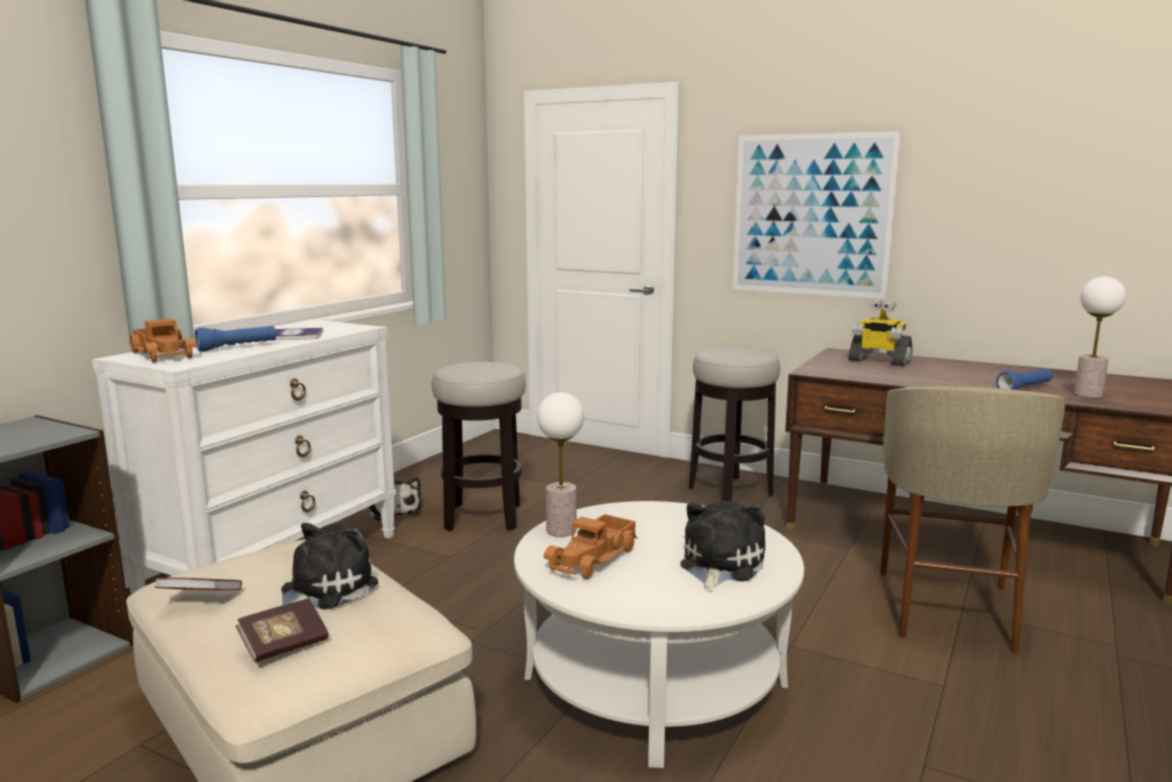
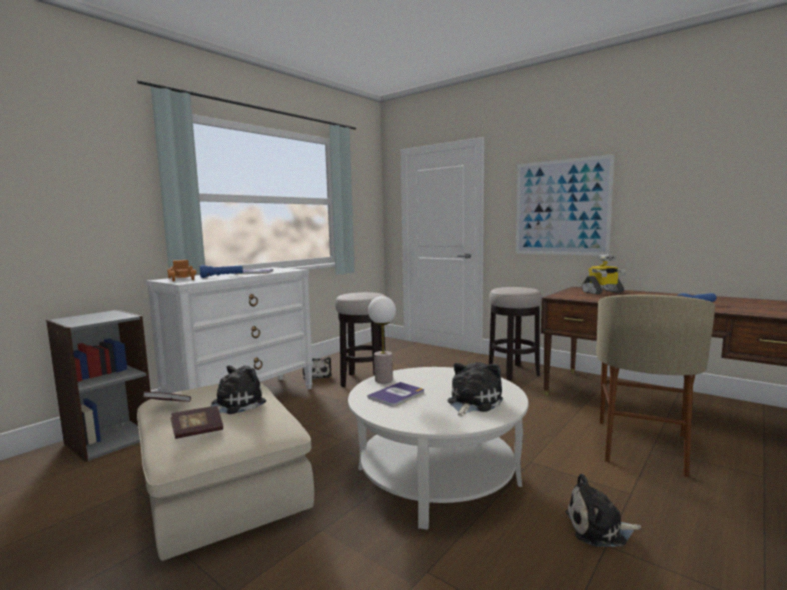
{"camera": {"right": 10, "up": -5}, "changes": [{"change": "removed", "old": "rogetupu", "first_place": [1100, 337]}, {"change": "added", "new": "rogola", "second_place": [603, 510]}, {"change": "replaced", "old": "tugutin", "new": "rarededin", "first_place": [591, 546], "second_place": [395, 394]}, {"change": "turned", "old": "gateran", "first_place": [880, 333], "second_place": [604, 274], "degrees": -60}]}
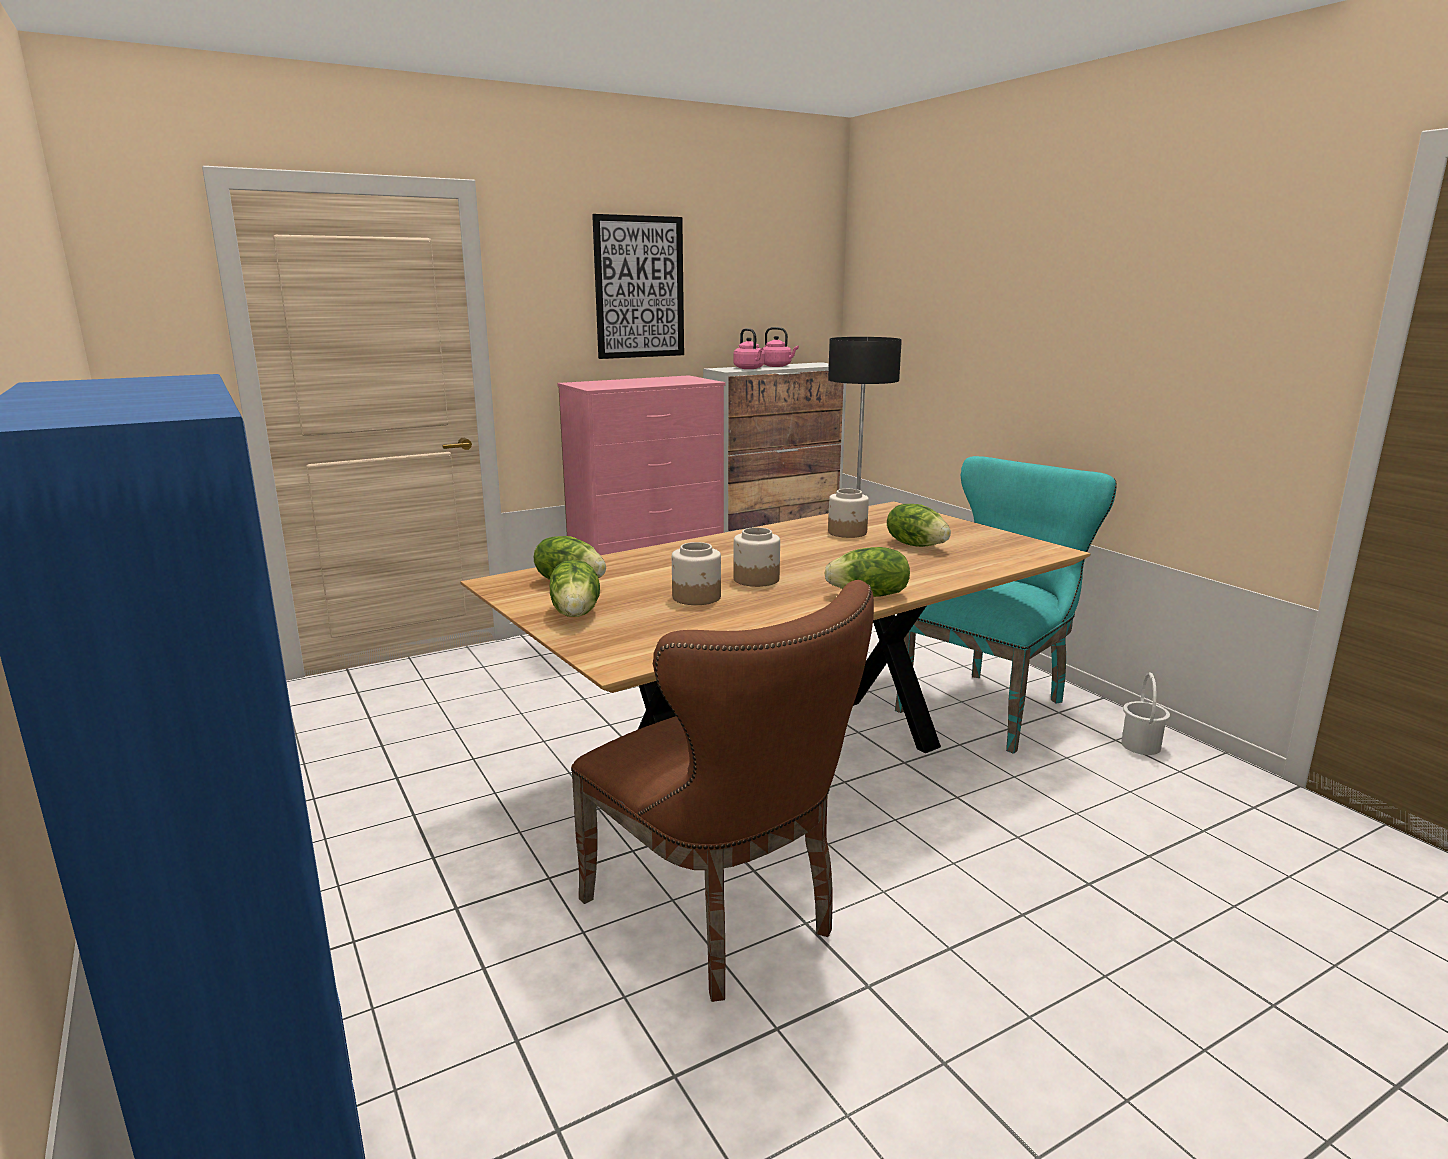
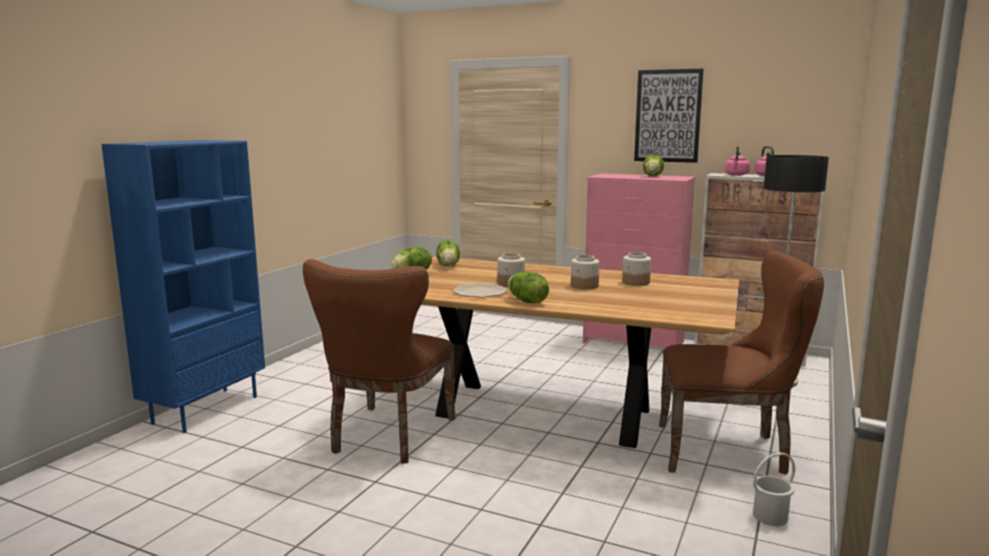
{"camera": {"right": 55, "up": -5}, "changes": [{"change": "added", "new": "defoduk", "second_place": [480, 290]}, {"change": "moved", "old": "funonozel", "first_place": [696, 573], "second_place": [585, 272]}, {"change": "moved", "old": "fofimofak", "first_place": [919, 525], "second_place": [653, 165]}, {"change": "recoloured", "old": "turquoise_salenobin", "new": "brown_salenobin", "first_place": [1006, 605], "second_place": [741, 363]}]}
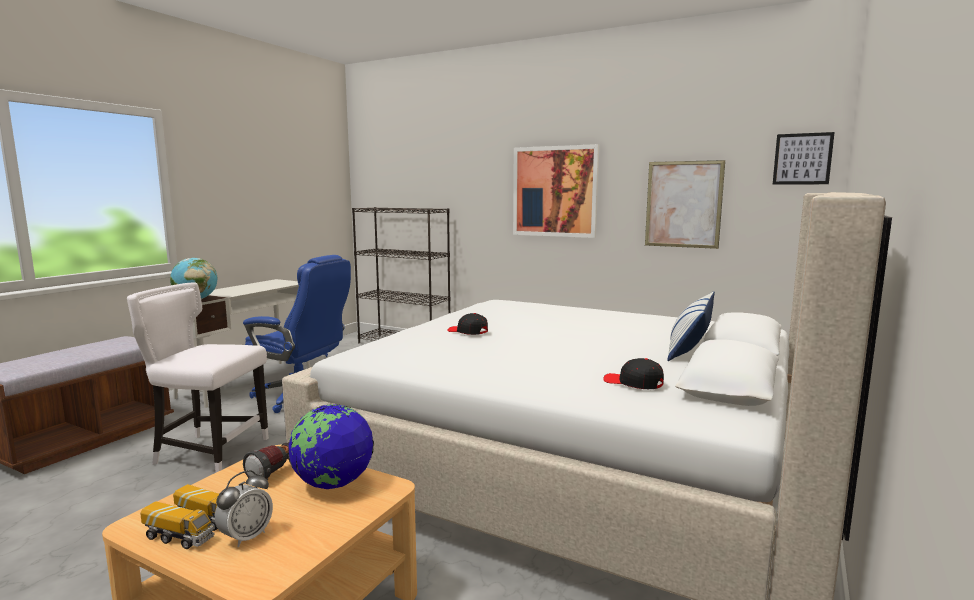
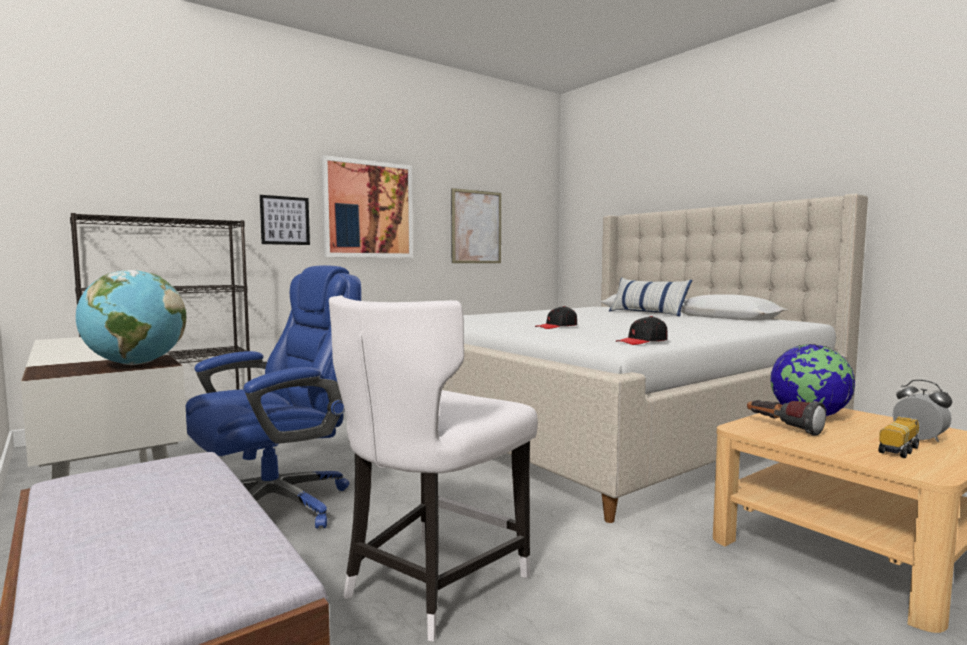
{"camera": {"right": -65, "up": -5}, "changes": [{"change": "removed", "old": "tugutin", "first_place": [177, 525]}, {"change": "moved", "old": "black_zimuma", "first_place": [633, 373], "second_place": [642, 330]}, {"change": "moved", "old": "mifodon", "first_place": [803, 158], "second_place": [285, 220]}]}
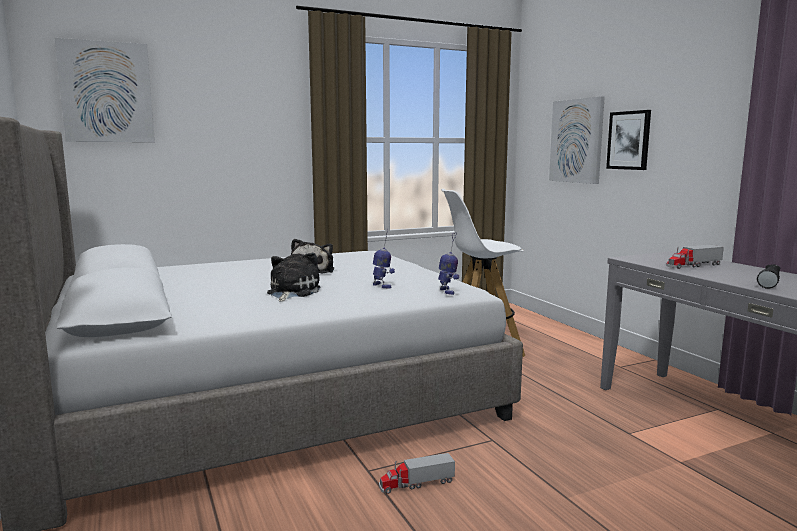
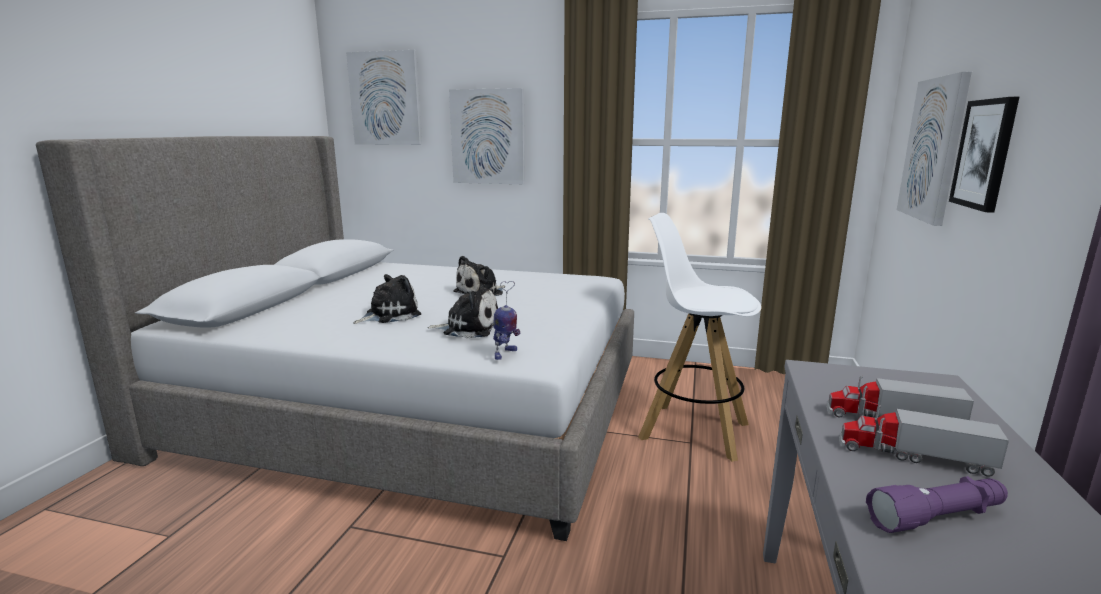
{"camera": {"right": 40, "up": 5}, "changes": [{"change": "added", "new": "mifodon", "second_place": [487, 136]}, {"change": "moved", "old": "tugutin", "first_place": [417, 473], "second_place": [924, 441]}, {"change": "replaced", "old": "gateran", "new": "rogola", "first_place": [384, 258], "second_place": [462, 311]}, {"change": "recoloured", "old": "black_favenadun", "new": "purple_favenadun", "first_place": [768, 276], "second_place": [937, 504]}]}
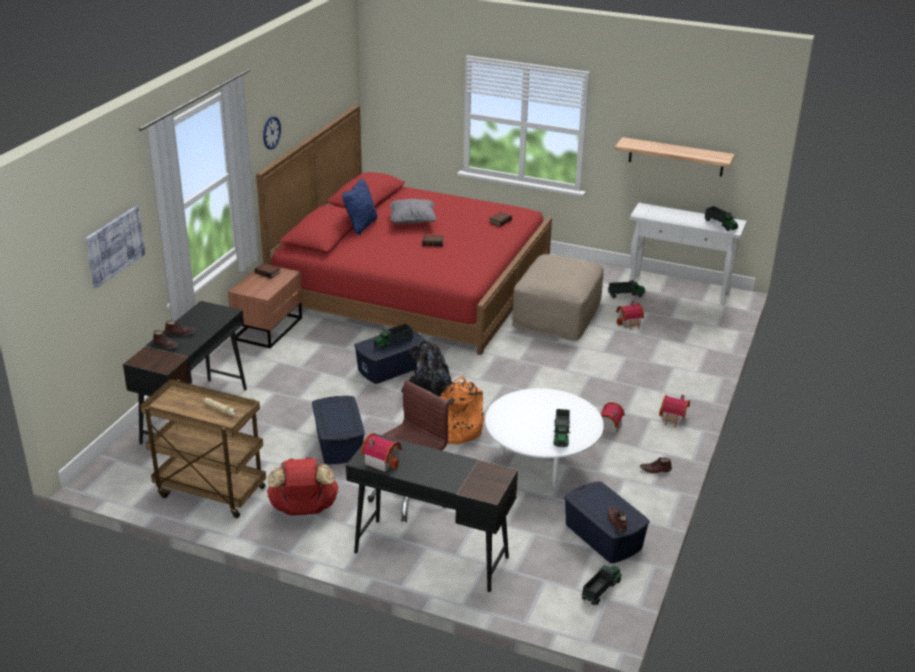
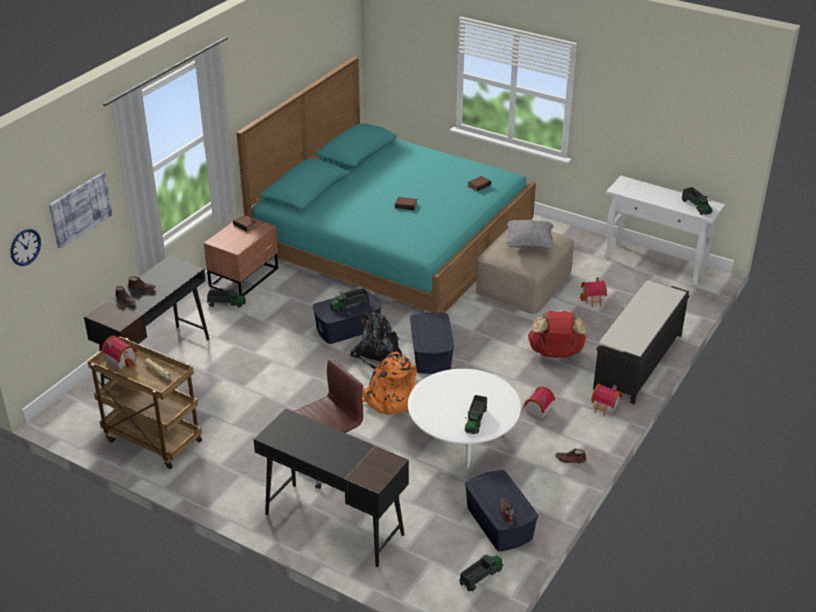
{"camera": {"right": 10, "up": 5}, "changes": [{"change": "removed", "old": "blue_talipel", "first_place": [359, 206]}, {"change": "removed", "old": "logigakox", "first_place": [675, 156]}, {"change": "added", "new": "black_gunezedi", "second_place": [641, 342]}, {"change": "moved", "old": "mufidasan", "first_place": [272, 132], "second_place": [25, 247]}, {"change": "moved", "old": "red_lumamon", "first_place": [303, 486], "second_place": [557, 334]}, {"change": "moved", "old": "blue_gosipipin", "first_place": [338, 430], "second_place": [432, 343]}, {"change": "moved", "old": "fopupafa", "first_place": [381, 452], "second_place": [119, 353]}, {"change": "moved", "old": "grey_talipel", "first_place": [413, 211], "second_place": [530, 234]}, {"change": "moved", "old": "tugutin", "first_place": [626, 289], "second_place": [226, 298]}, {"change": "recoloured", "old": "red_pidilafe", "new": "turquoise_pidilafe", "first_place": [404, 230], "second_place": [386, 185]}]}
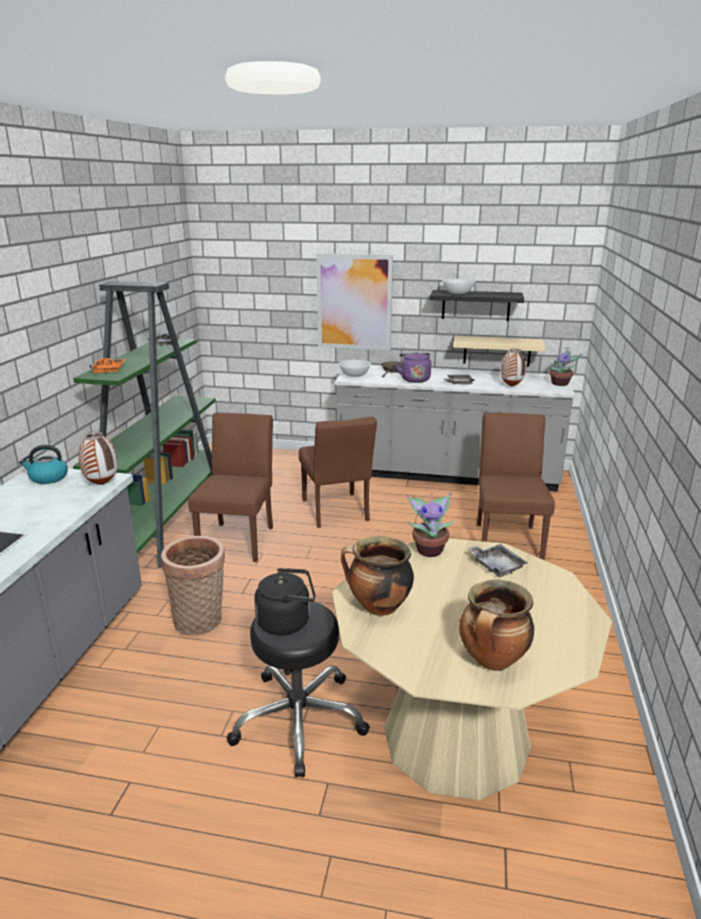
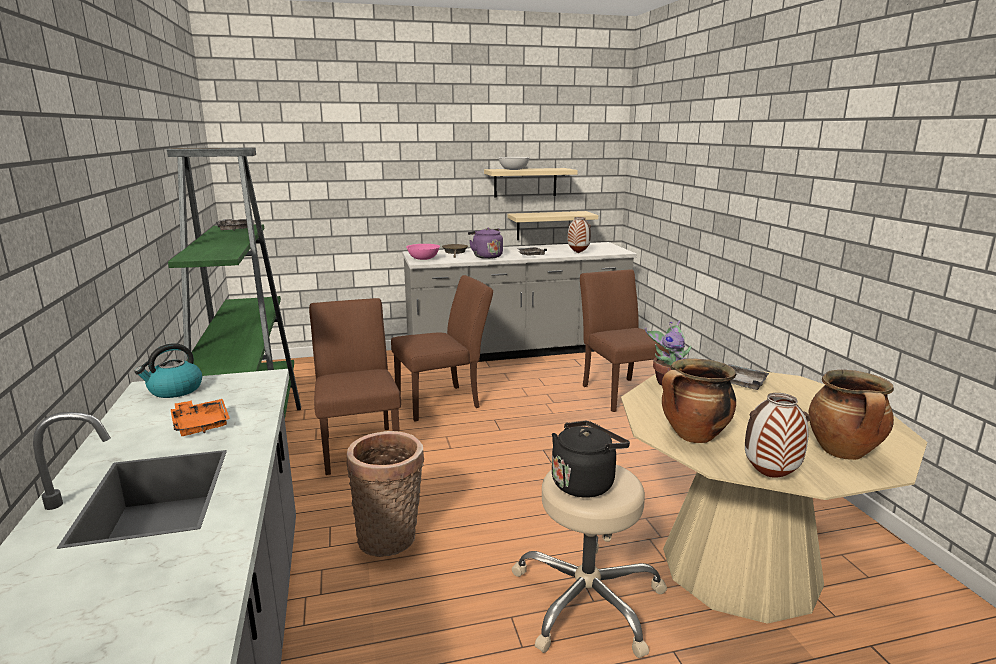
{"camera": {"right": -25, "up": -5}, "changes": [{"change": "removed", "old": "mifodon", "first_place": [354, 302]}, {"change": "removed", "old": "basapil", "first_place": [565, 366]}, {"change": "moved", "old": "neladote", "first_place": [97, 458], "second_place": [777, 435]}, {"change": "moved", "old": "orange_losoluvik", "first_place": [107, 366], "second_place": [200, 417]}, {"change": "recoloured", "old": "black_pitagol", "new": "beige_pitagol", "first_place": [298, 689], "second_place": [589, 561]}, {"change": "recoloured", "old": "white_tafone", "new": "pink_tafone", "first_place": [355, 368], "second_place": [423, 252]}, {"change": "recoloured", "old": "black_logigakox", "new": "beige_logigakox", "first_place": [477, 305], "second_place": [531, 183]}, {"change": "turned", "old": "brown_salenobin", "first_place": [338, 472], "second_place": [442, 348], "degrees": -75}]}
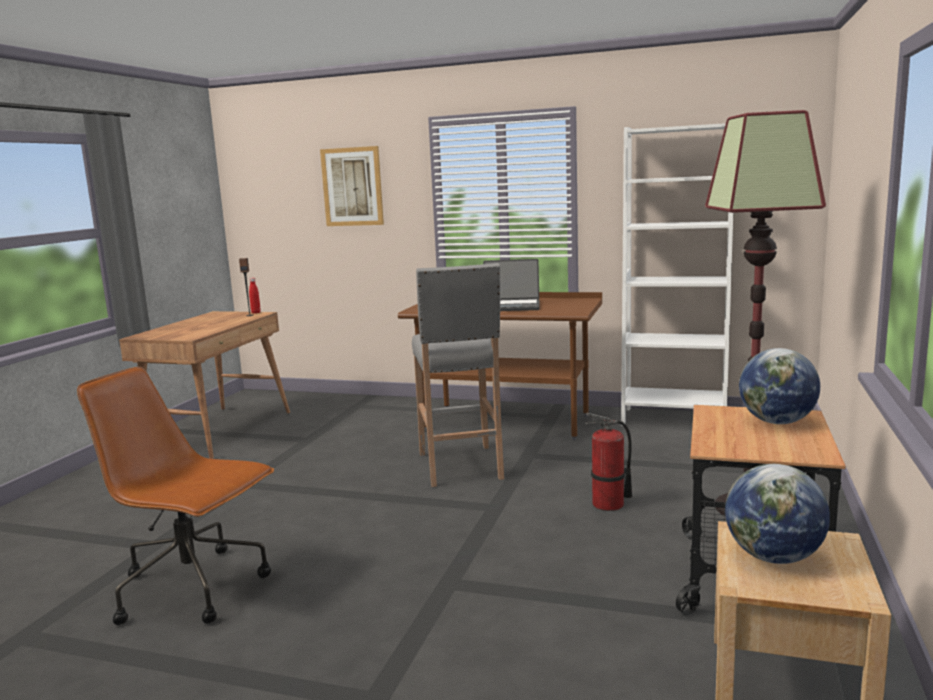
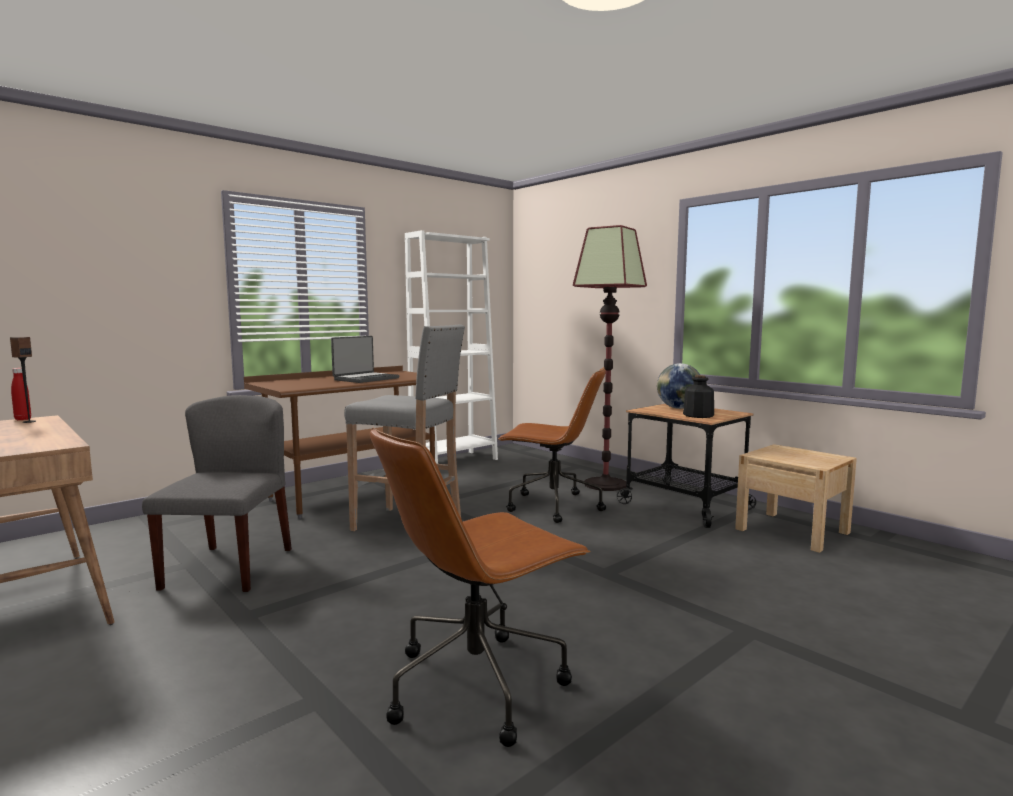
{"camera": {"right": -60, "up": -5}, "changes": [{"change": "removed", "old": "mifodon", "first_place": [352, 186]}, {"change": "removed", "old": "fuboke", "first_place": [777, 514]}, {"change": "added", "new": "grey_salenobin", "second_place": [217, 493]}, {"change": "added", "new": "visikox", "second_place": [698, 396]}, {"change": "replaced", "old": "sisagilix", "new": "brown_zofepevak", "first_place": [608, 462], "second_place": [552, 445]}]}
